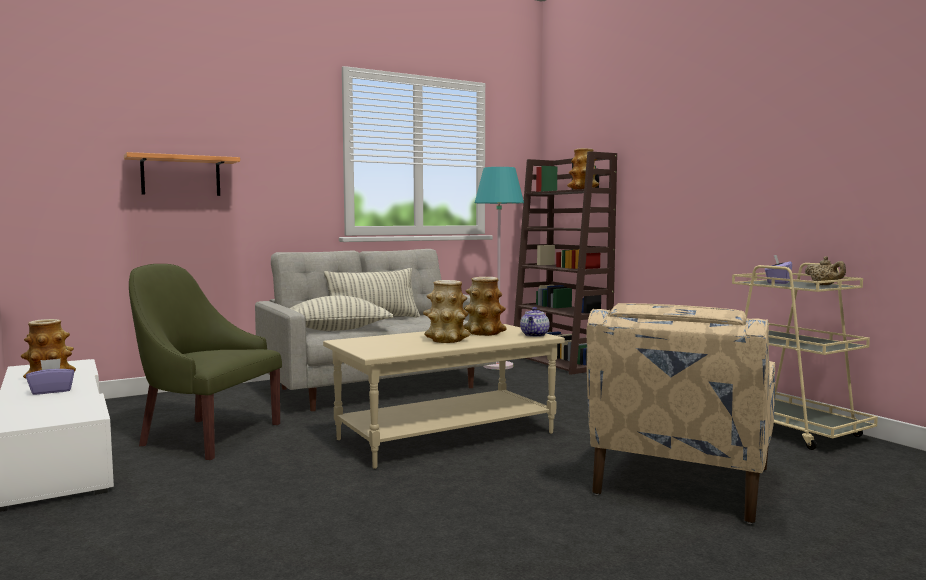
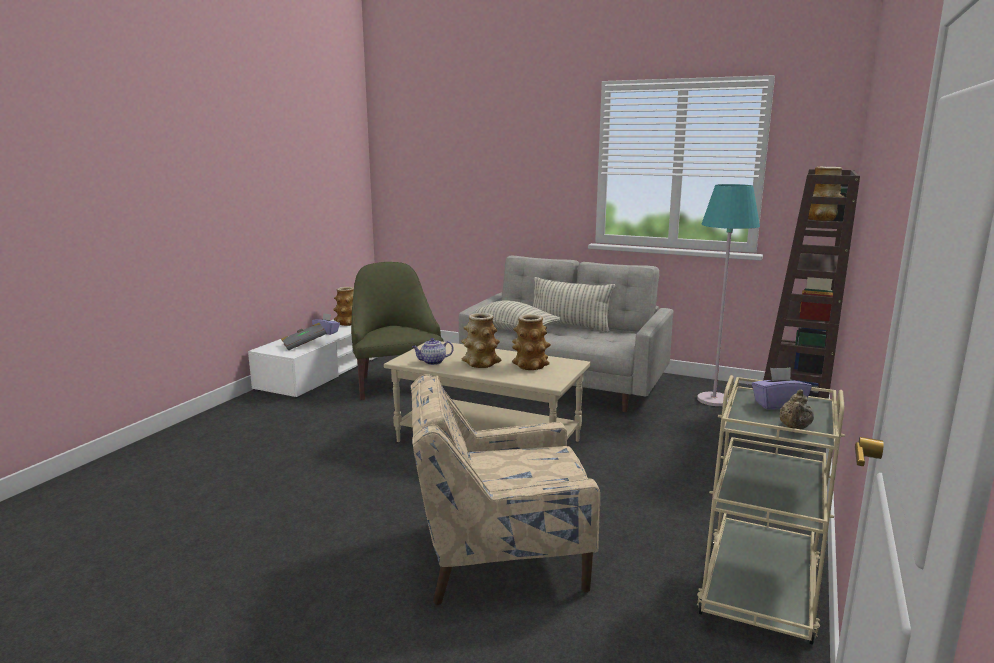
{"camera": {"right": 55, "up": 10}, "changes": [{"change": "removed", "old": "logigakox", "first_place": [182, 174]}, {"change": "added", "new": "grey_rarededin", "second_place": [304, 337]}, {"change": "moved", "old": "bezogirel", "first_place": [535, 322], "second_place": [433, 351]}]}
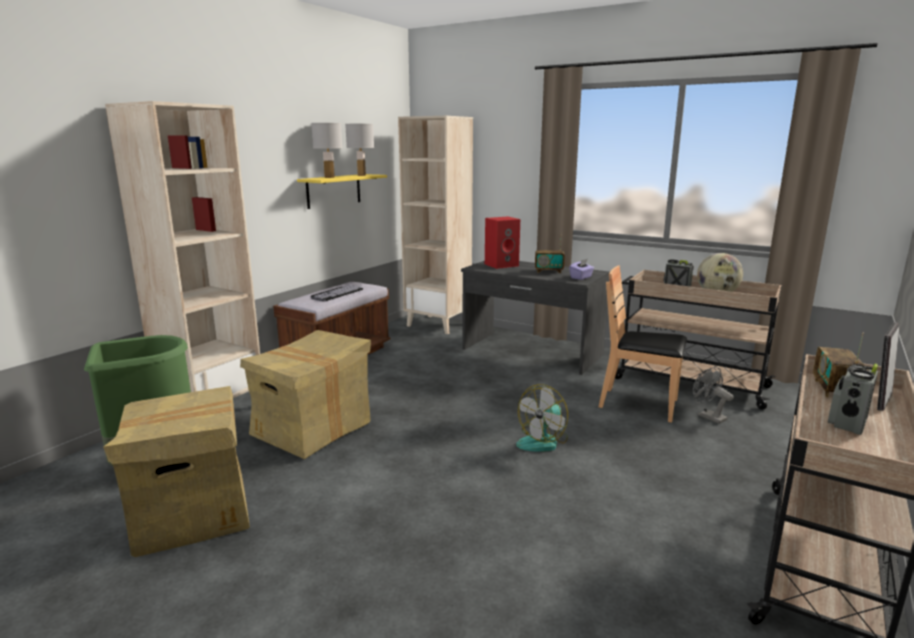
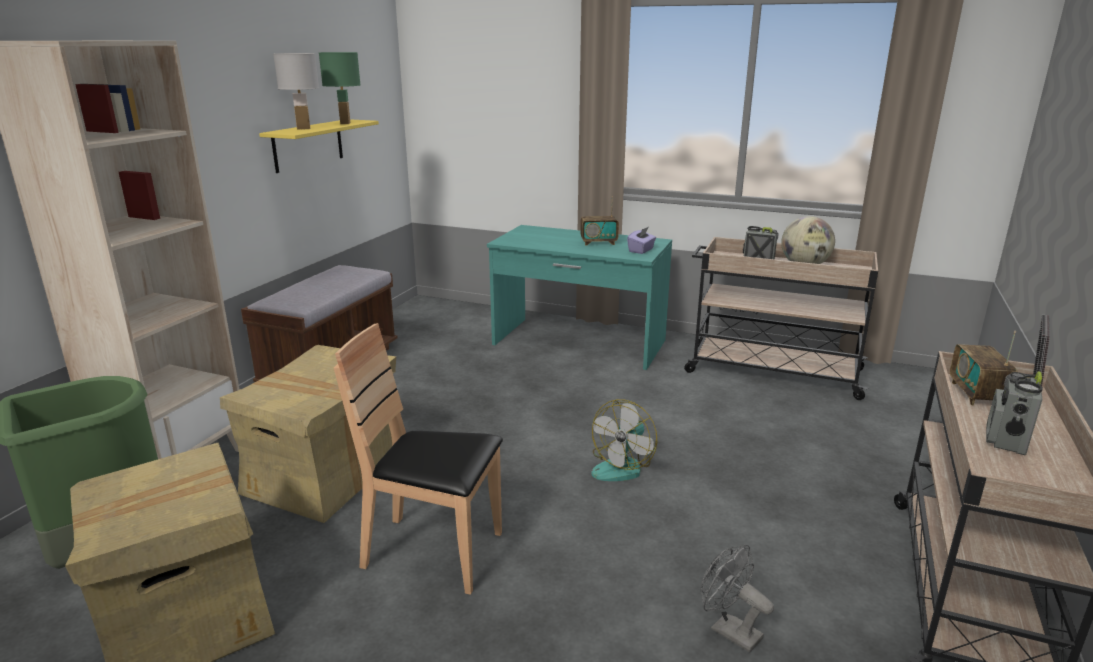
{"camera": {"right": -10, "up": 5}, "changes": [{"change": "removed", "old": "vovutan", "first_place": [337, 293]}, {"change": "removed", "old": "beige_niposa", "first_place": [435, 225]}, {"change": "removed", "old": "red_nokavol", "first_place": [502, 242]}, {"change": "moved", "old": "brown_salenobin", "first_place": [642, 344], "second_place": [418, 459]}, {"change": "moved", "old": "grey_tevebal", "first_place": [713, 395], "second_place": [737, 598]}, {"change": "recoloured", "old": "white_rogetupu", "new": "green_rogetupu", "first_place": [359, 150], "second_place": [339, 88]}, {"change": "recoloured", "old": "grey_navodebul", "new": "turquoise_navodebul", "first_place": [535, 318], "second_place": [579, 297]}]}
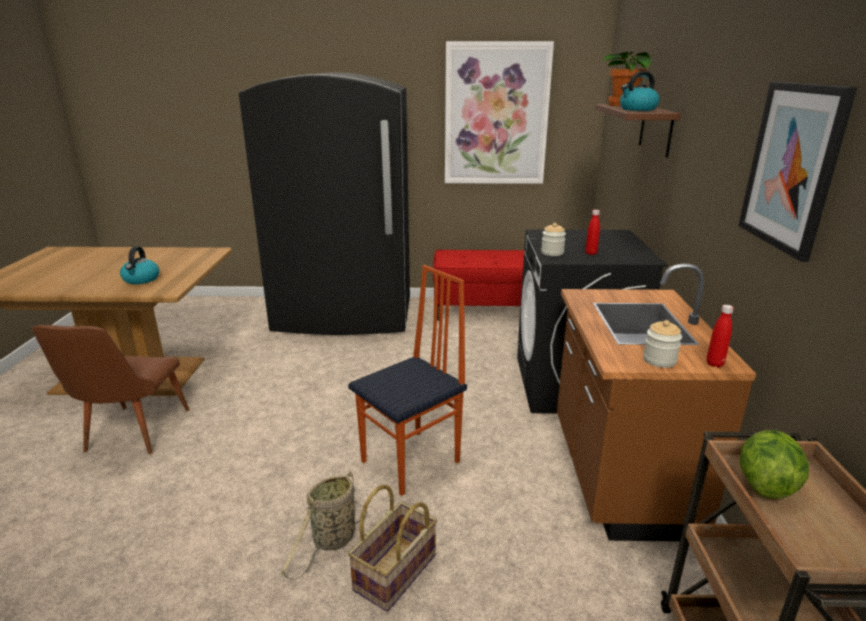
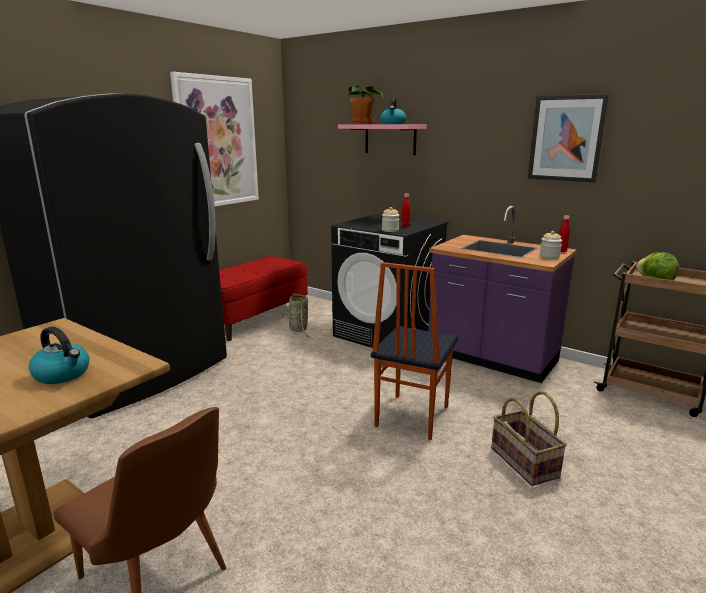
{"camera": {"right": -55, "up": -5}, "changes": [{"change": "moved", "old": "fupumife", "first_place": [324, 525], "second_place": [295, 315]}, {"change": "recoloured", "old": "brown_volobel", "new": "purple_volobel", "first_place": [656, 402], "second_place": [502, 294]}, {"change": "recoloured", "old": "brown_logigakox", "new": "pink_logigakox", "first_place": [638, 130], "second_place": [382, 139]}, {"change": "turned", "old": "salenobin", "first_place": [407, 380], "second_place": [414, 351], "degrees": -150}]}
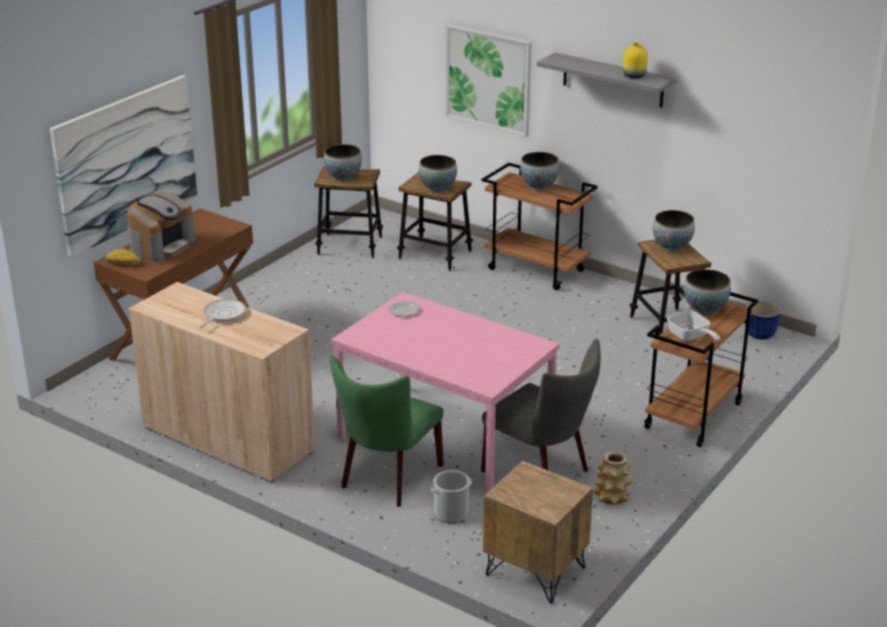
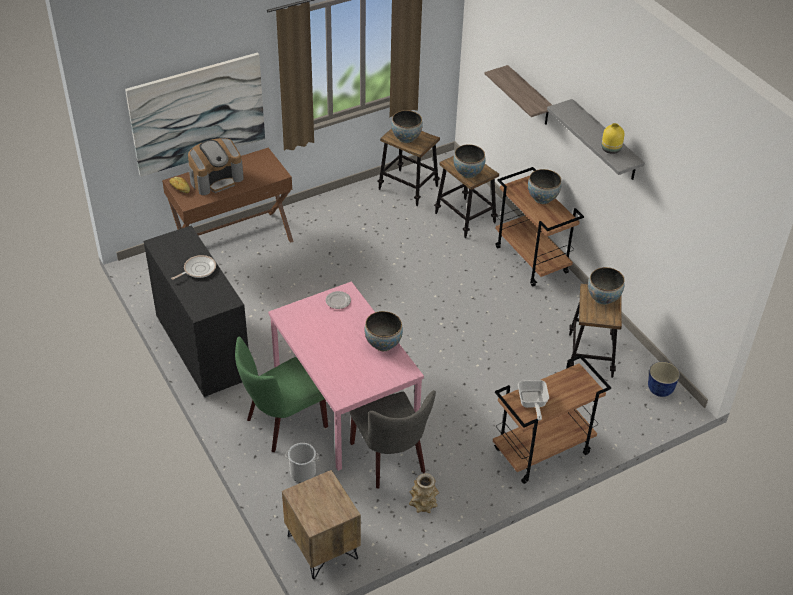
{"camera": {"right": 25, "up": 15}, "changes": [{"change": "moved", "old": "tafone", "first_place": [707, 292], "second_place": [383, 331]}, {"change": "replaced", "old": "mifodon", "new": "logigakox", "first_place": [489, 80], "second_place": [518, 95]}, {"change": "recoloured", "old": "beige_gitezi", "new": "black_gitezi", "first_place": [221, 382], "second_place": [196, 311]}]}
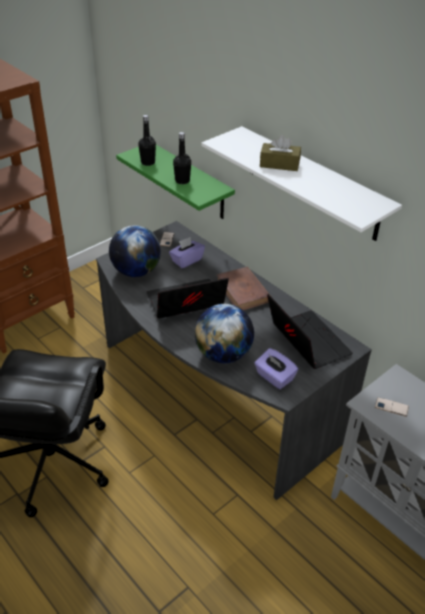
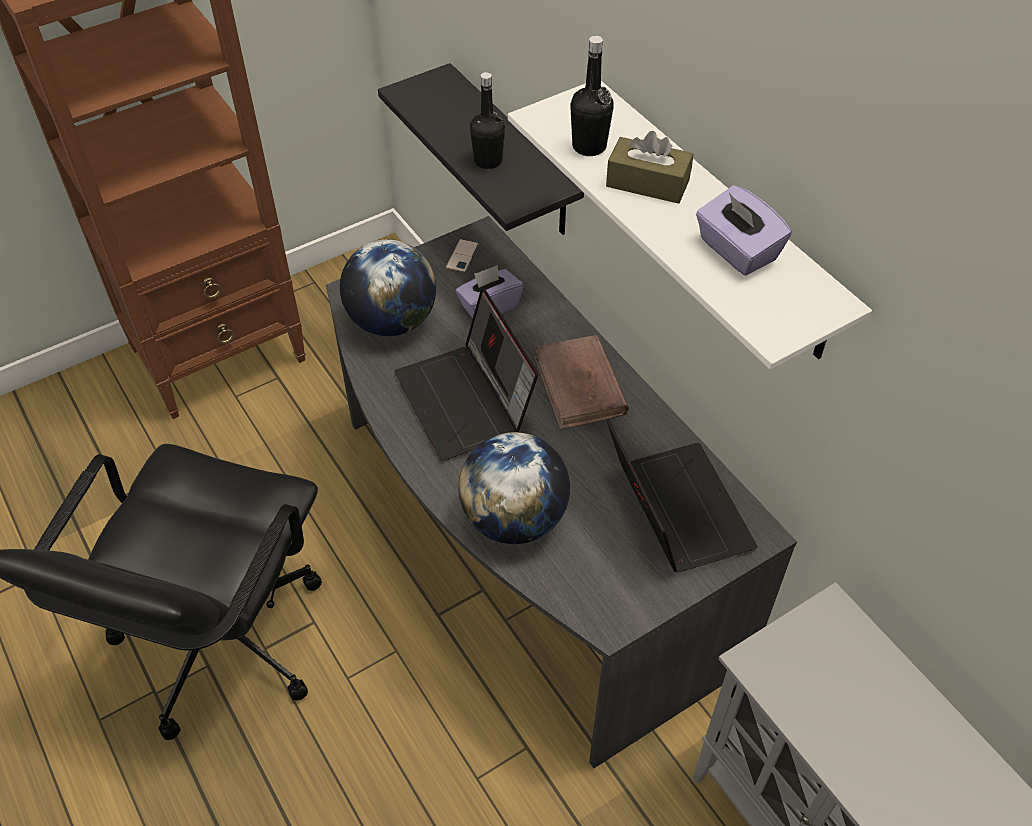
{"camera": {"right": 10, "up": 10}, "changes": [{"change": "removed", "old": "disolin", "first_place": [392, 407]}, {"change": "moved", "old": "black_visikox", "first_place": [147, 140], "second_place": [592, 96]}, {"change": "moved", "old": "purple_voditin", "first_place": [276, 368], "second_place": [744, 230]}, {"change": "recoloured", "old": "green_logigakox", "new": "black_logigakox", "first_place": [175, 182], "second_place": [481, 149]}, {"change": "turned", "old": "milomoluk", "first_place": [187, 298], "second_place": [466, 374], "degrees": -105}]}
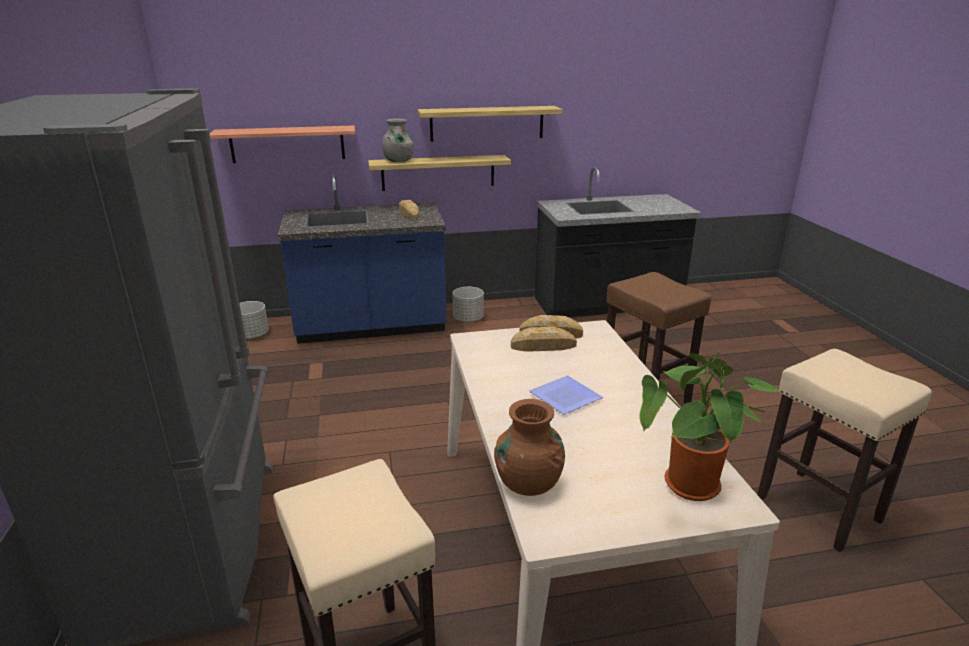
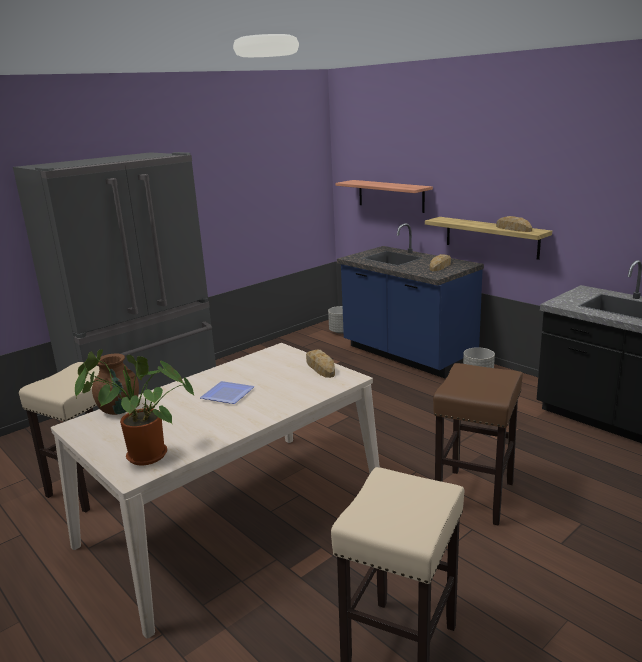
{"camera": {"right": 60, "up": -5}, "changes": [{"change": "removed", "old": "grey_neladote", "first_place": [398, 140]}, {"change": "removed", "old": "logigakox", "first_place": [490, 124]}, {"change": "moved", "old": "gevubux", "first_place": [544, 339], "second_place": [514, 224]}]}
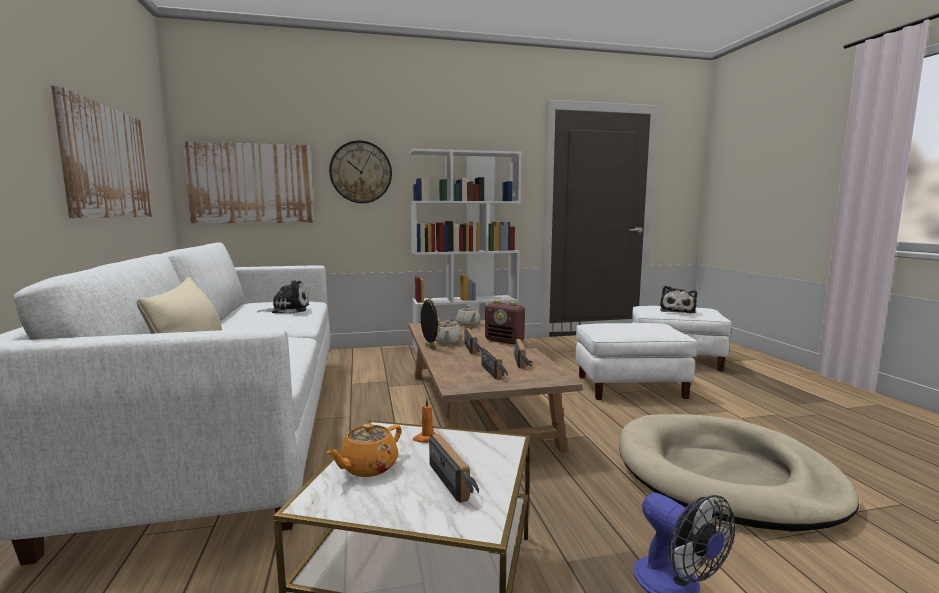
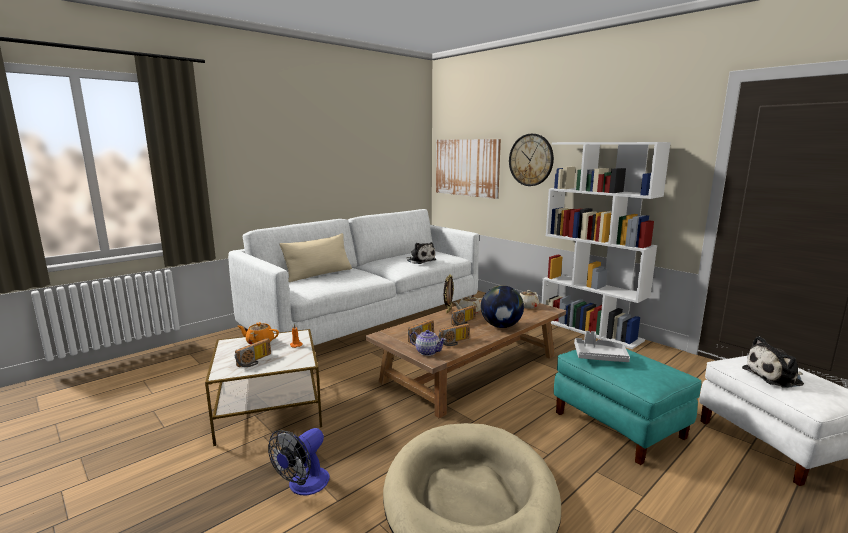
{"camera": {"right": 60, "up": 5}, "changes": [{"change": "removed", "old": "mifodon", "first_place": [102, 152]}, {"change": "added", "new": "bezogirel", "second_place": [428, 343]}, {"change": "added", "new": "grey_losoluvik", "second_place": [602, 346]}, {"change": "replaced", "old": "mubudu", "new": "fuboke", "first_place": [505, 322], "second_place": [502, 306]}, {"change": "recoloured", "old": "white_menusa", "new": "turquoise_menusa", "first_place": [636, 361], "second_place": [628, 407]}]}
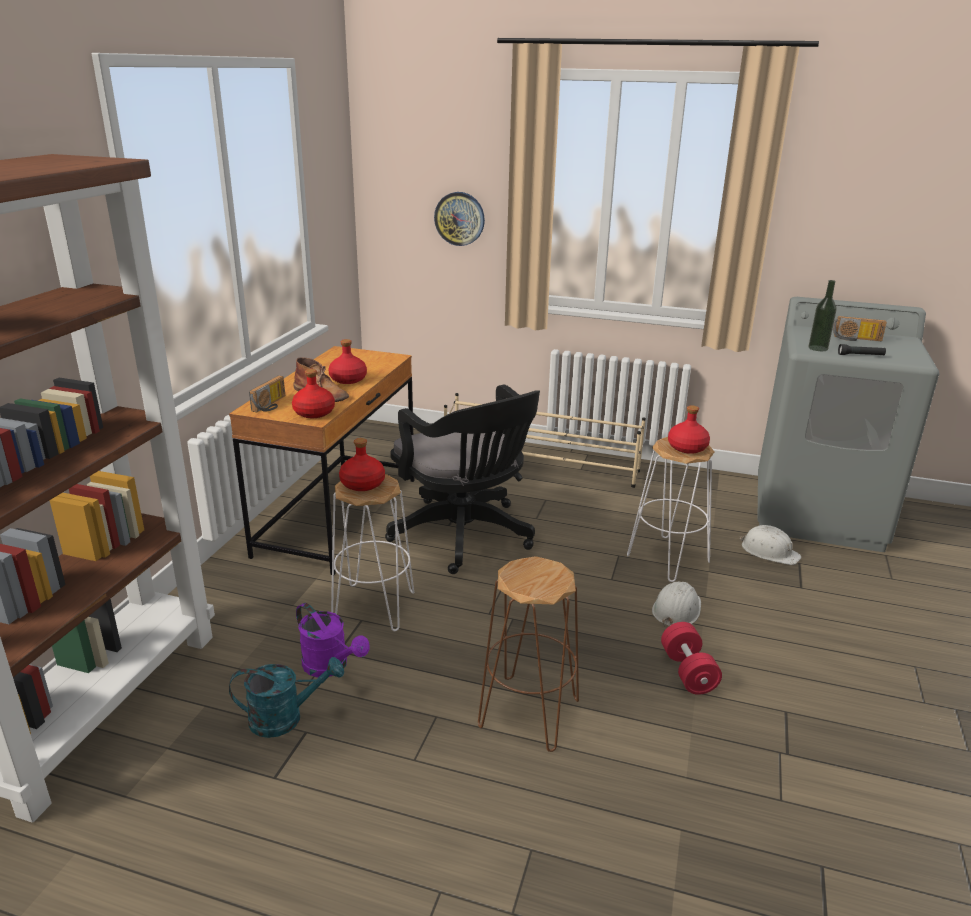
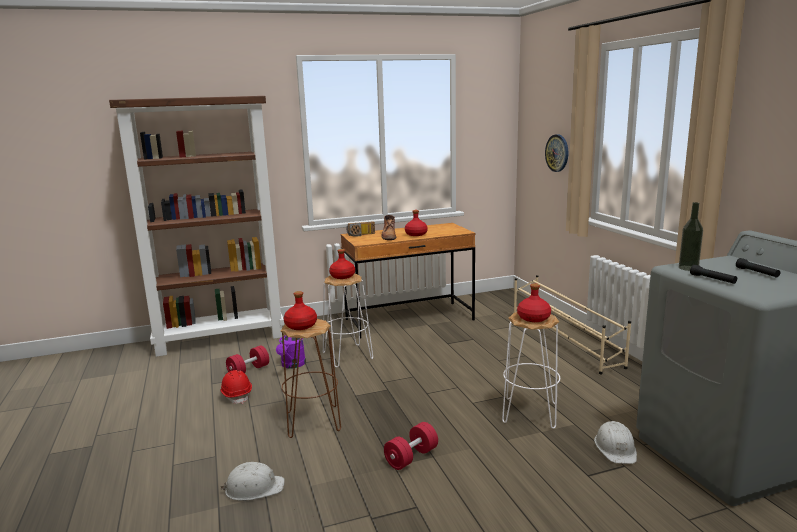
{"camera": {"right": 55, "up": -10}, "changes": [{"change": "removed", "old": "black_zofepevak", "first_place": [462, 479]}, {"change": "added", "new": "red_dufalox", "second_place": [236, 387]}, {"change": "moved", "old": "red_visikox", "first_place": [313, 393], "second_place": [300, 310]}, {"change": "moved", "old": "white_dufalox", "first_place": [676, 604], "second_place": [253, 481]}, {"change": "replaced", "old": "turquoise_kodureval", "new": "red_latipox", "first_place": [286, 697], "second_place": [247, 359]}, {"change": "replaced", "old": "mubudu", "new": "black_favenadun", "first_place": [860, 328], "second_place": [758, 267]}]}
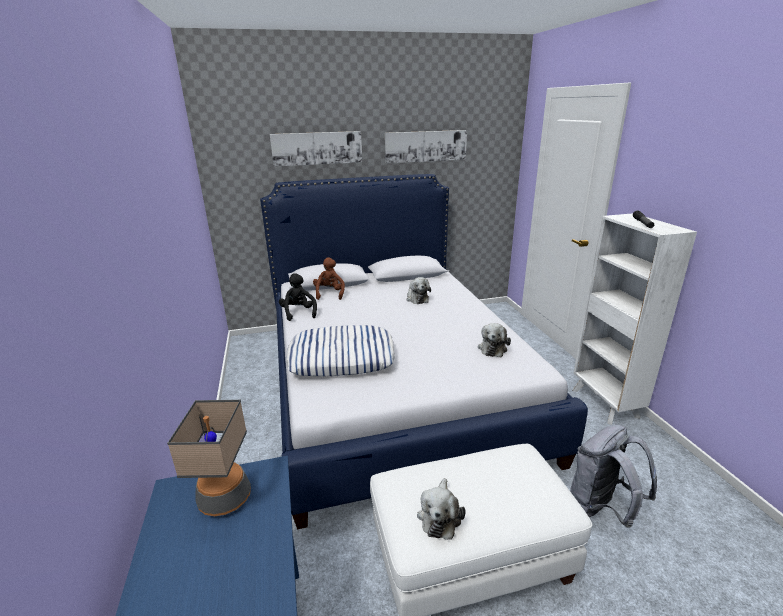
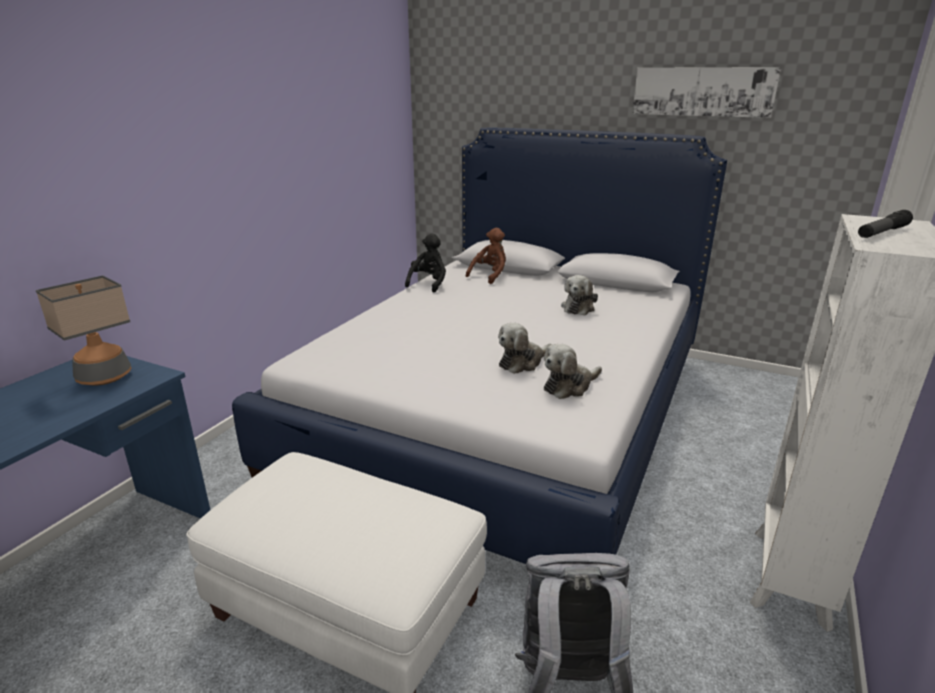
{"camera": {"right": 40, "up": 0}, "changes": [{"change": "removed", "old": "mifodon", "first_place": [316, 149]}, {"change": "removed", "old": "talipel", "first_place": [340, 350]}, {"change": "moved", "old": "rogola", "first_place": [441, 509], "second_place": [525, 348]}]}
